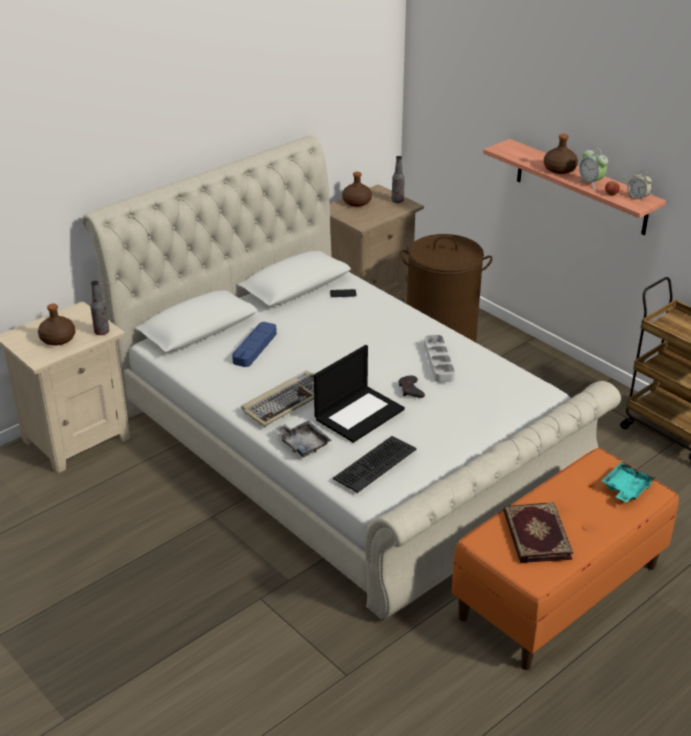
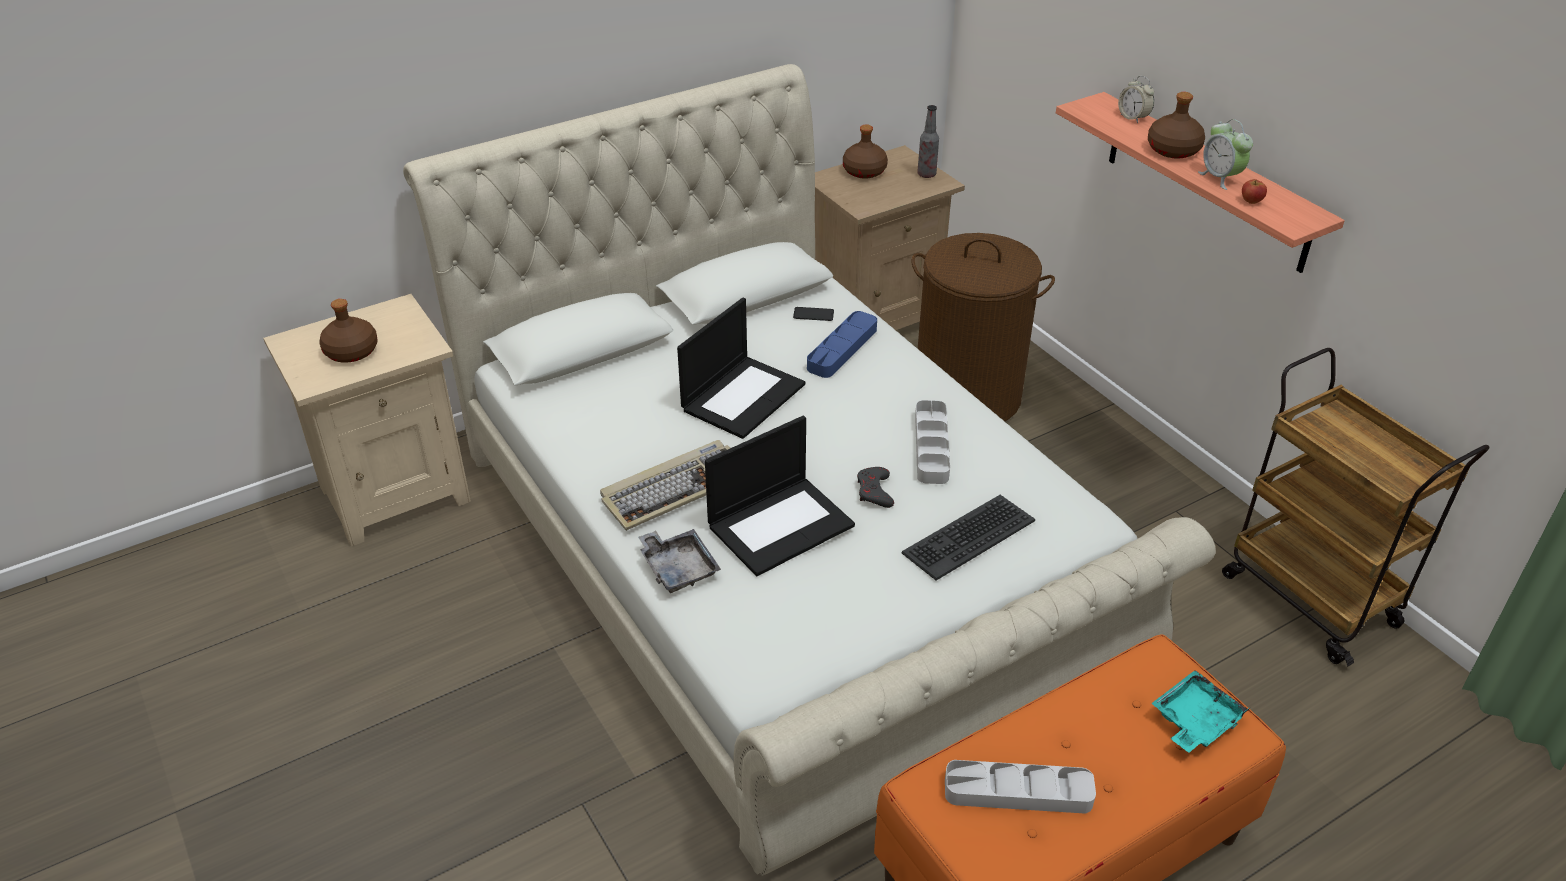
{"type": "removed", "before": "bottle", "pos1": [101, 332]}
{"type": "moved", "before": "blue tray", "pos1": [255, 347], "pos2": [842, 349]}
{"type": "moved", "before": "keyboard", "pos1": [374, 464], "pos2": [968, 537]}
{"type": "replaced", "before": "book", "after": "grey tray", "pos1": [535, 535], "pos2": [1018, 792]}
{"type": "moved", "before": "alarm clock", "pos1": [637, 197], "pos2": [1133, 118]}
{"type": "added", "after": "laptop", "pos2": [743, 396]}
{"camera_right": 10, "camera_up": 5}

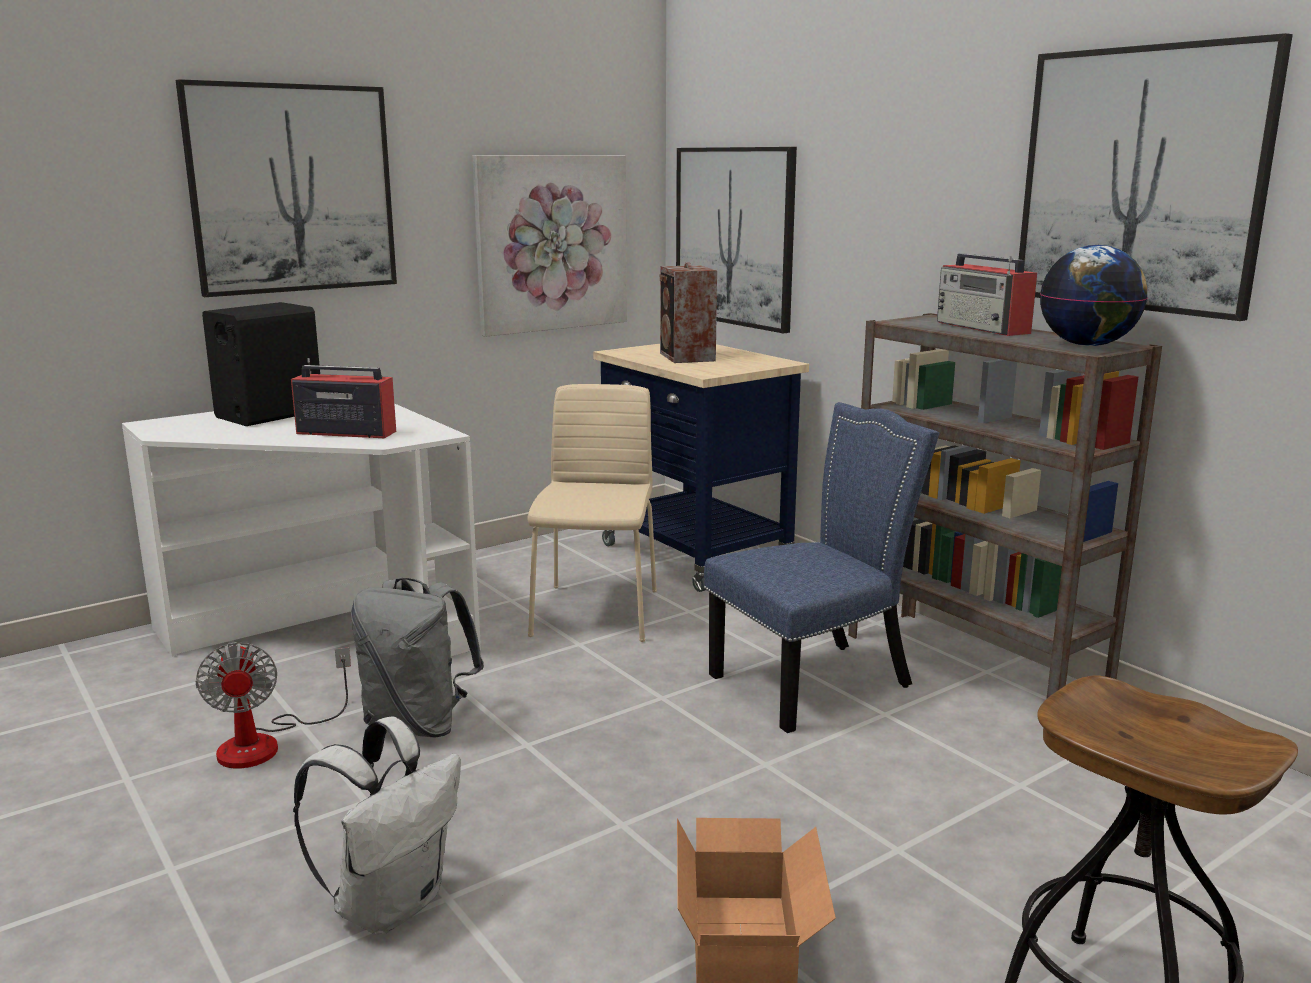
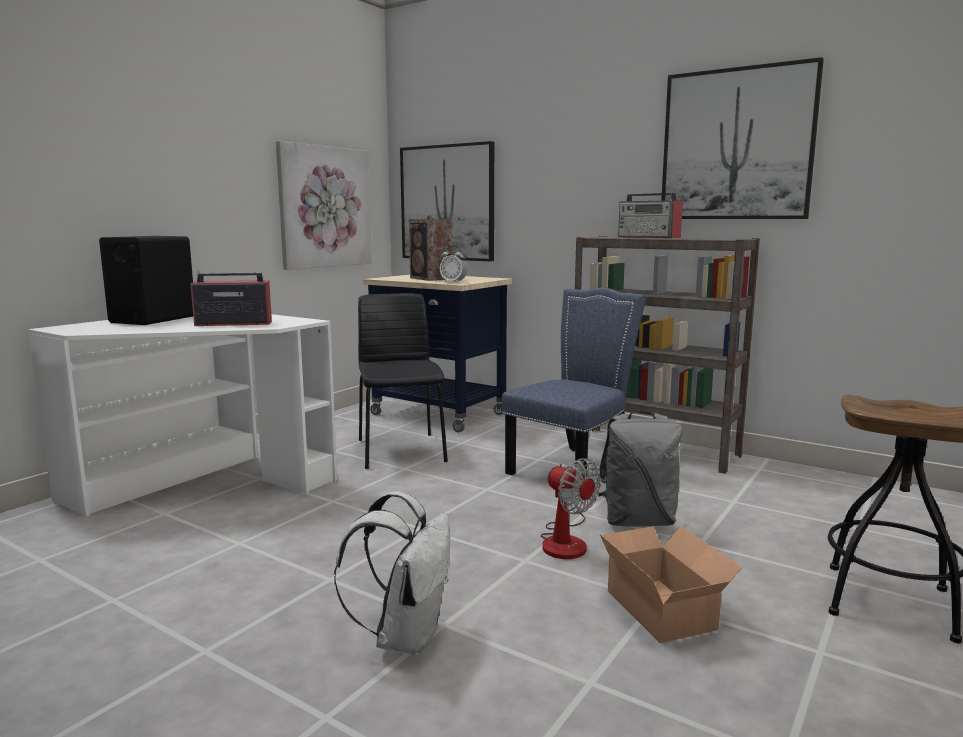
{"type": "removed", "before": "picture", "pos1": [292, 189]}
{"type": "moved", "before": "fan", "pos1": [266, 743], "pos2": [566, 541]}
{"type": "moved", "before": "grey backpack", "pos1": [418, 724], "pos2": [637, 521]}
{"type": "recoloured", "before": "beige chair", "after": "black chair", "pos1": [596, 610], "pos2": [400, 449]}
{"type": "removed", "before": "globe", "pos1": [1087, 345]}
{"type": "added", "after": "alarm clock", "pos2": [453, 283]}
{"camera_right": -20, "camera_up": -5}

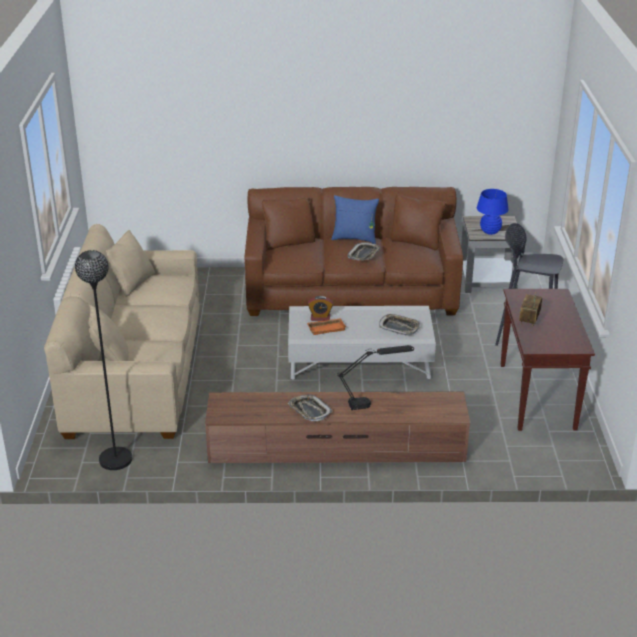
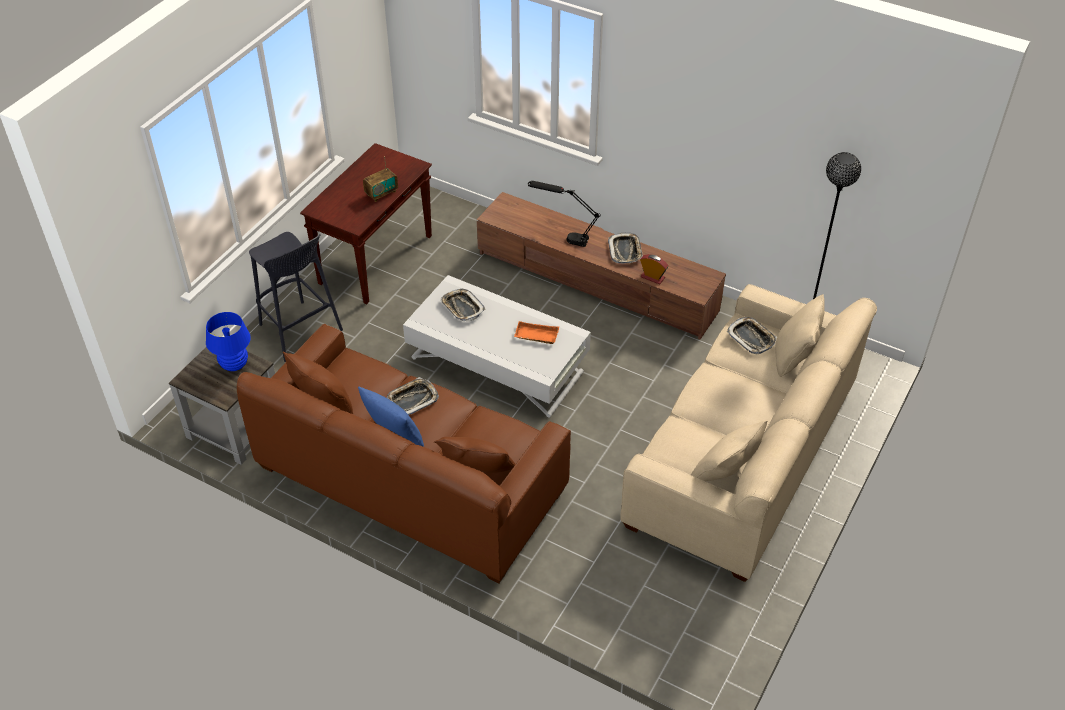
{"type": "moved", "before": "alarm clock", "pos1": [320, 318], "pos2": [652, 277]}
{"type": "added", "after": "tray", "pos2": [751, 338]}
{"camera_right": -150, "camera_up": 15}

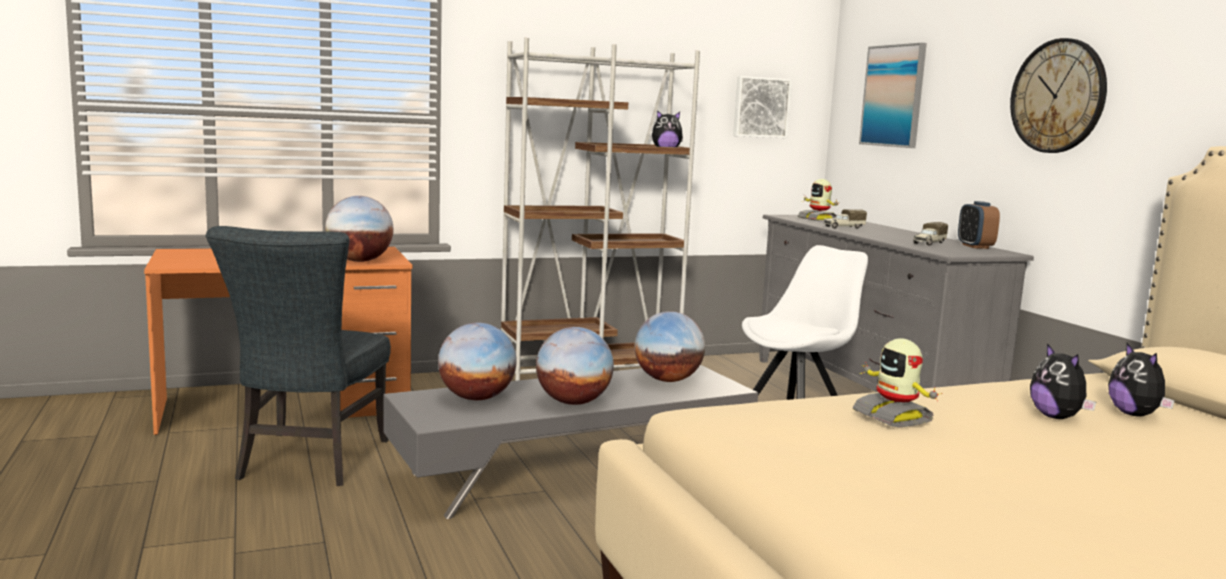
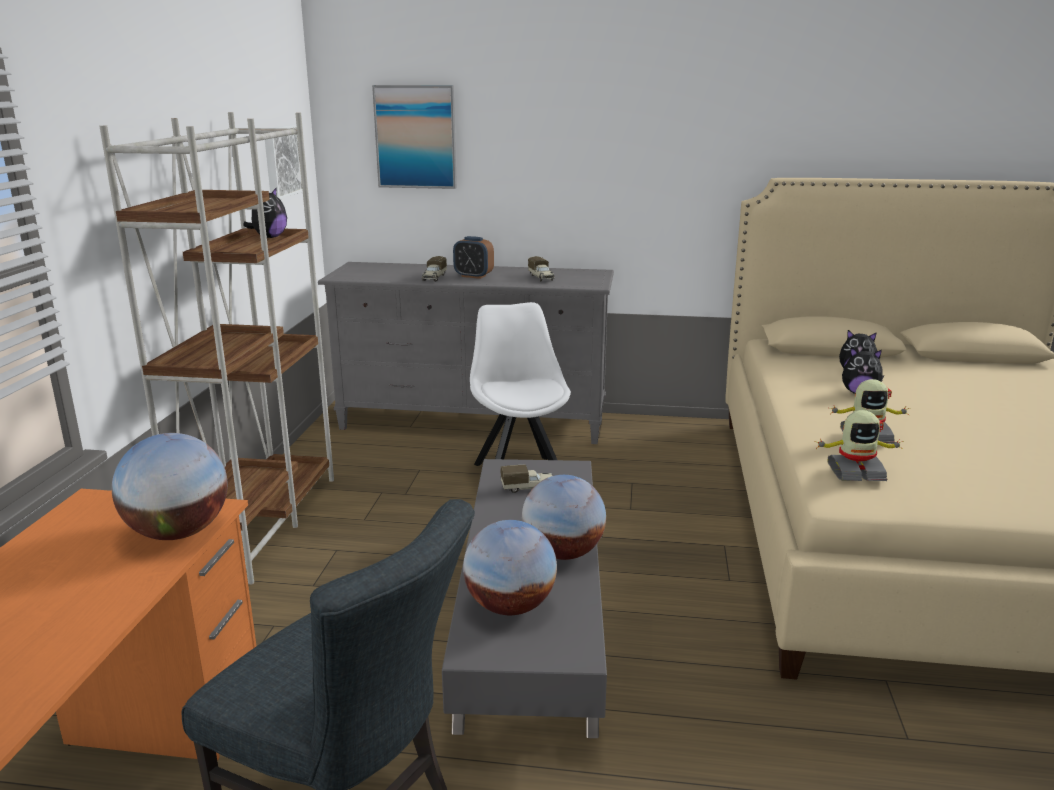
{"type": "replaced", "before": "globe", "after": "toy truck", "pos1": [667, 380], "pos2": [528, 487]}
{"type": "moved", "before": "toy robot", "pos1": [818, 219], "pos2": [855, 472]}
{"type": "moved", "before": "alarm clock", "pos1": [975, 246], "pos2": [473, 276]}
{"type": "removed", "before": "wall clock", "pos1": [1058, 96]}
{"camera_right": -60, "camera_up": 10}

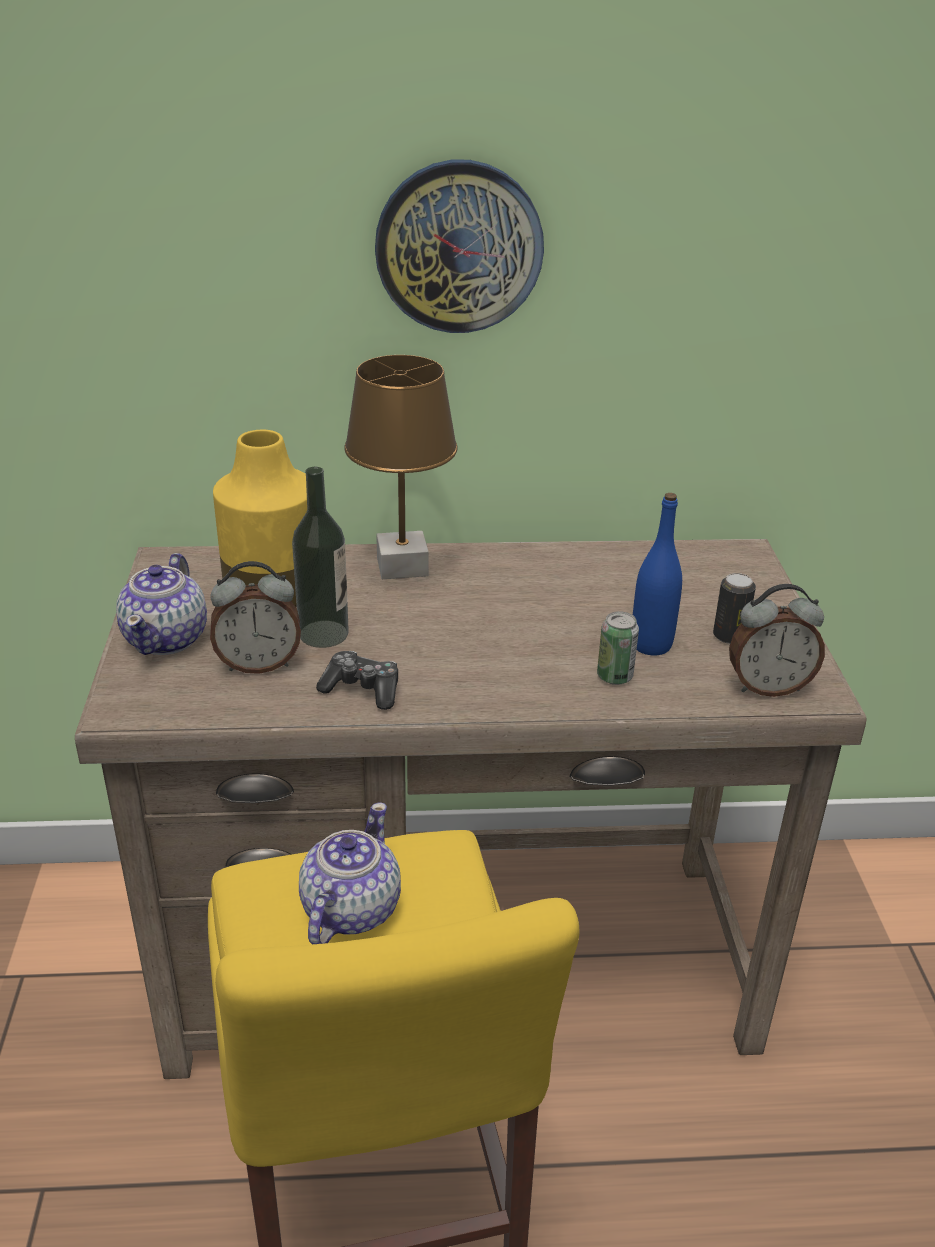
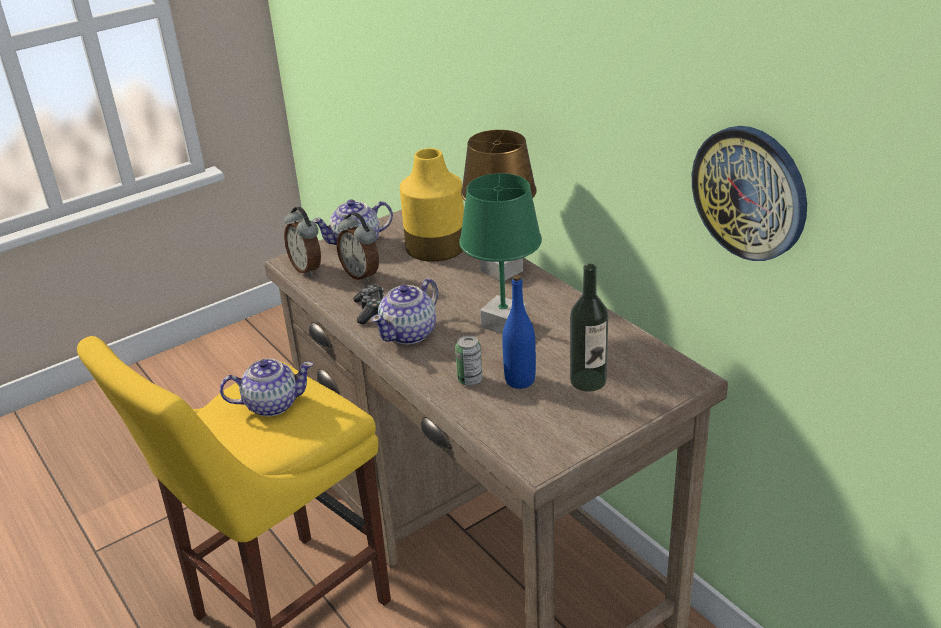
{"type": "moved", "before": "bottle", "pos1": [323, 634], "pos2": [588, 380]}
{"type": "moved", "before": "wall clock", "pos1": [459, 247], "pos2": [750, 193]}
{"type": "removed", "before": "can", "pos1": [729, 636]}
{"type": "moved", "before": "alarm clock", "pos1": [768, 687], "pos2": [307, 268]}
{"type": "added", "after": "teapot", "pos2": [409, 333]}
{"type": "added", "after": "green table lamp", "pos2": [504, 324]}
{"camera_right": 60, "camera_up": 0}

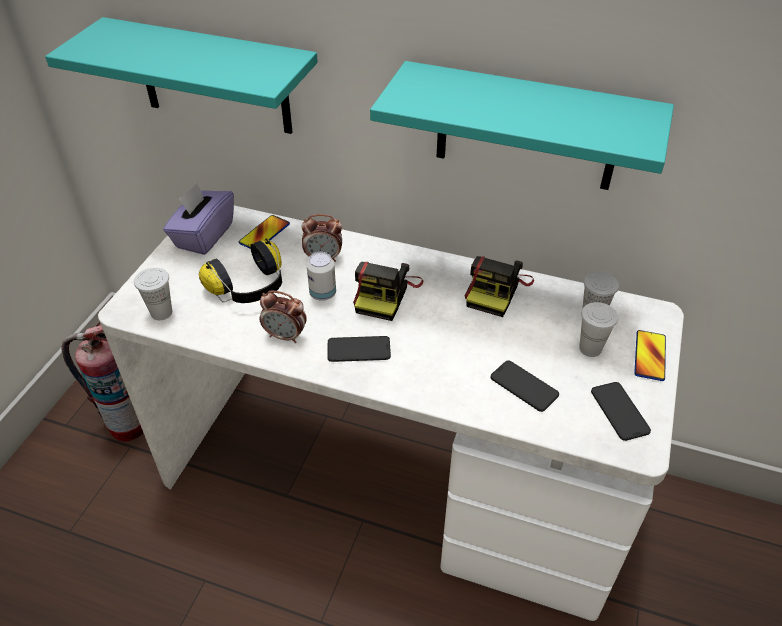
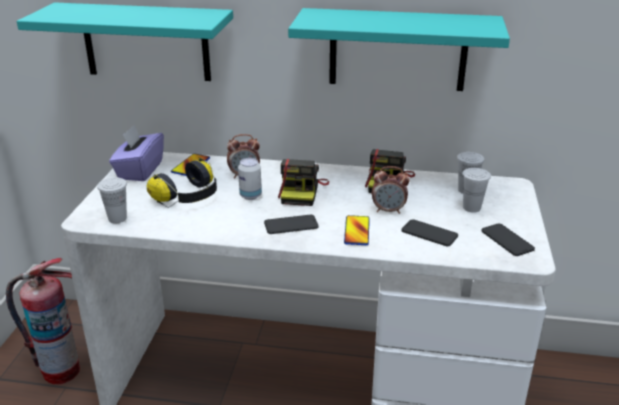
{"type": "moved", "before": "alarm clock", "pos1": [285, 336], "pos2": [388, 210]}
{"type": "moved", "before": "phone", "pos1": [650, 356], "pos2": [357, 231]}
{"camera_right": -10, "camera_up": -15}

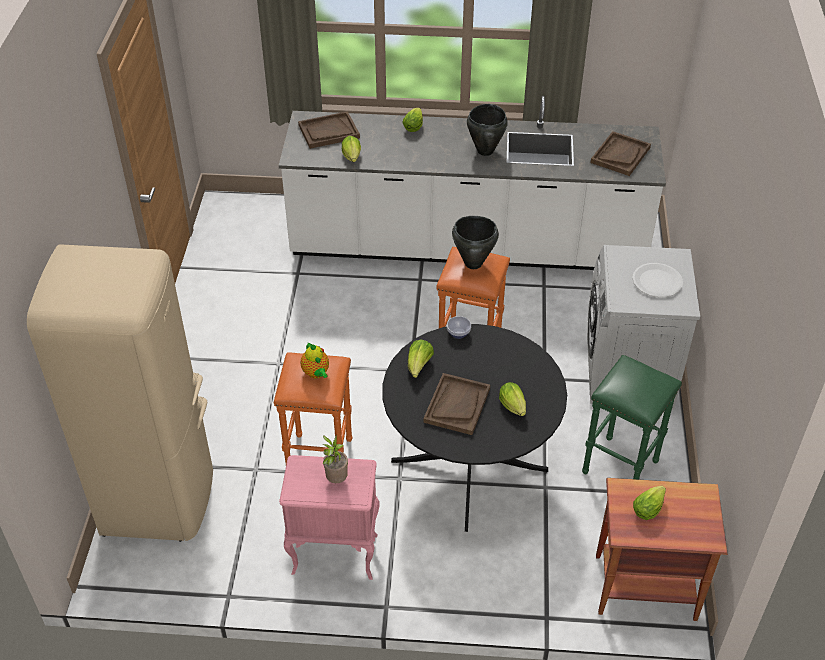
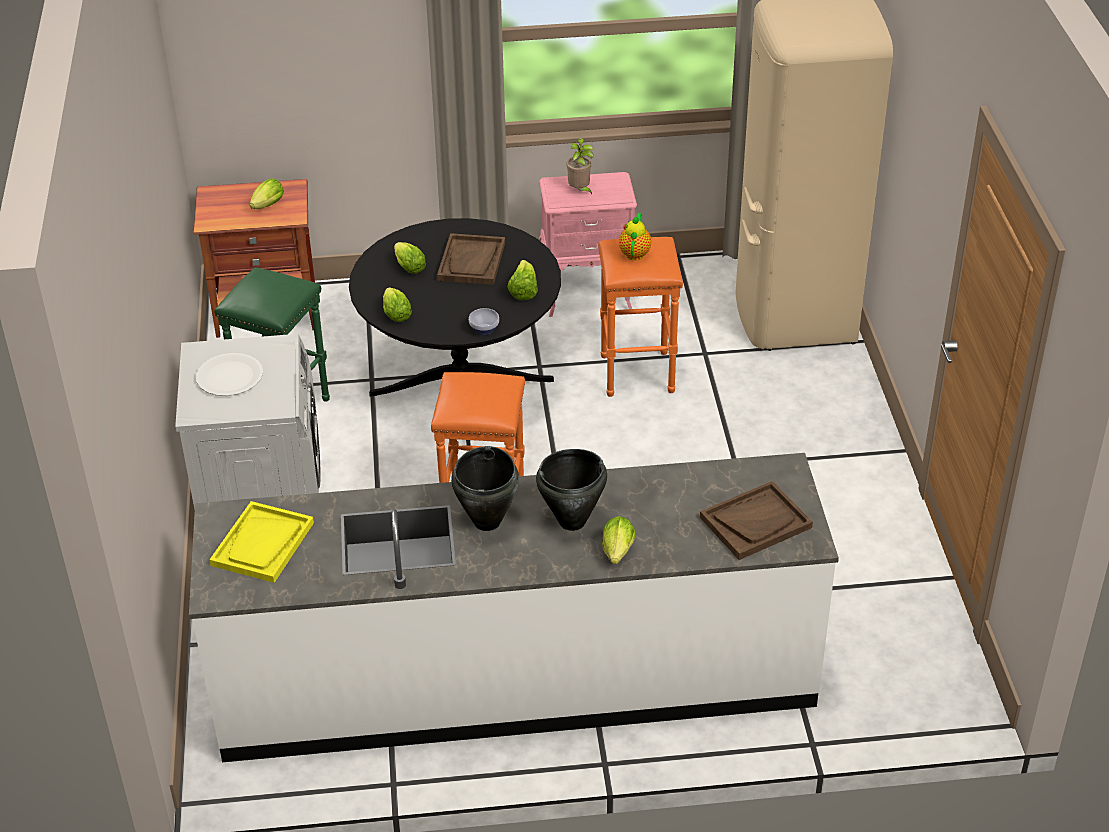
{"type": "turned", "before": "teapot", "pos1": [316, 373], "pos2": [635, 252], "turn": 45}
{"type": "moved", "before": "lettuce", "pos1": [352, 158], "pos2": [395, 313]}
{"type": "moved", "before": "black cooking pot", "pos1": [473, 263], "pos2": [572, 521]}
{"type": "recoloured", "before": "brown tray", "after": "yellow tray", "pos1": [620, 155], "pos2": [262, 544]}
{"camera_right": 170, "camera_up": -5}

